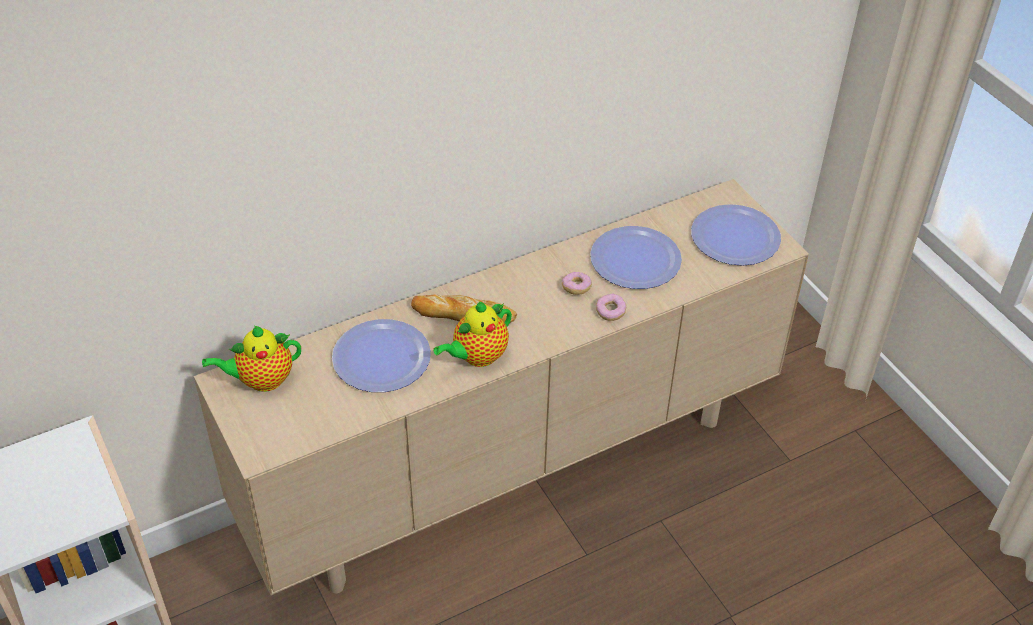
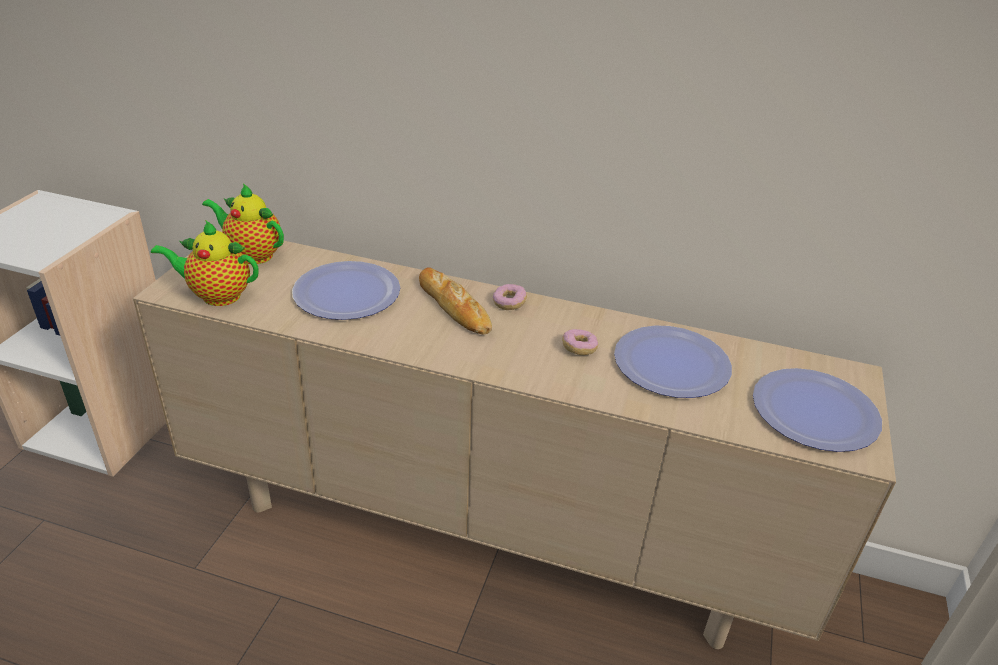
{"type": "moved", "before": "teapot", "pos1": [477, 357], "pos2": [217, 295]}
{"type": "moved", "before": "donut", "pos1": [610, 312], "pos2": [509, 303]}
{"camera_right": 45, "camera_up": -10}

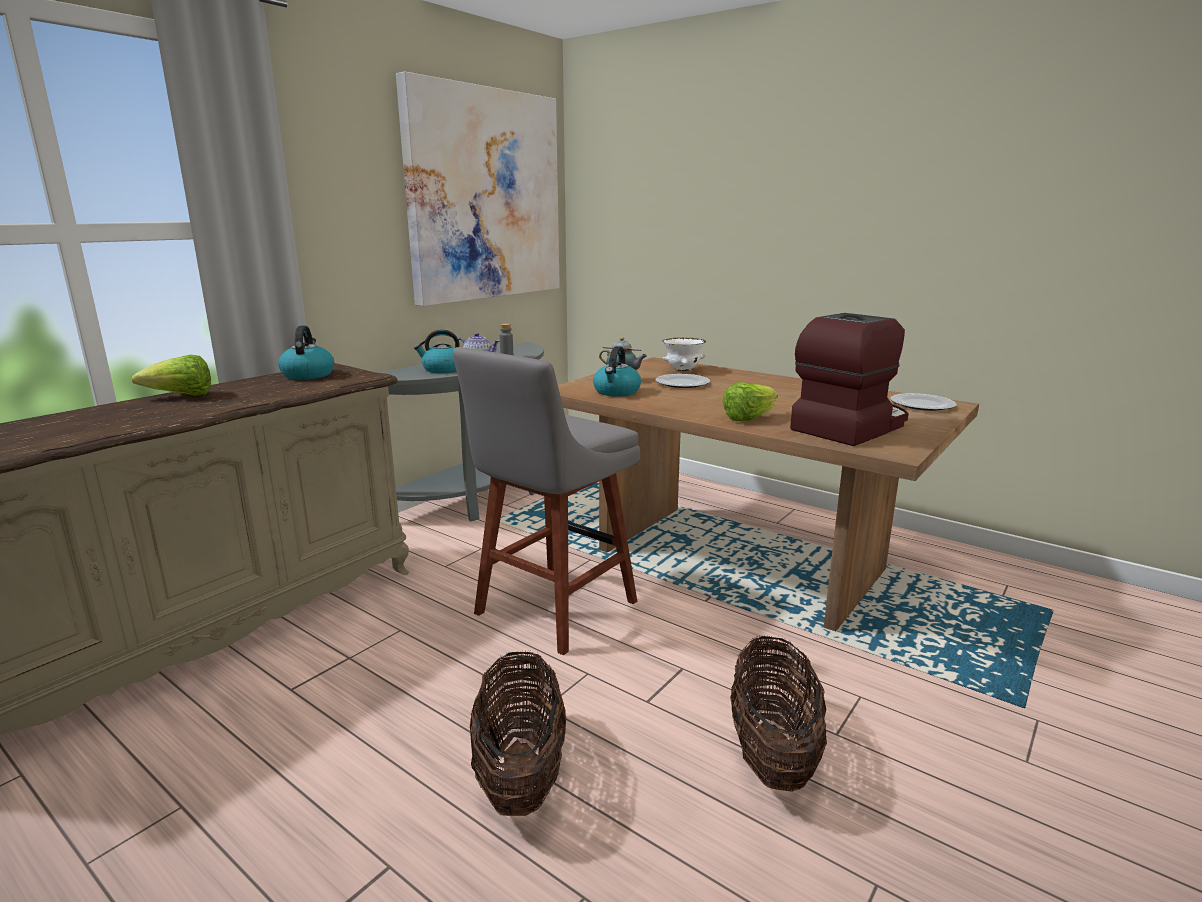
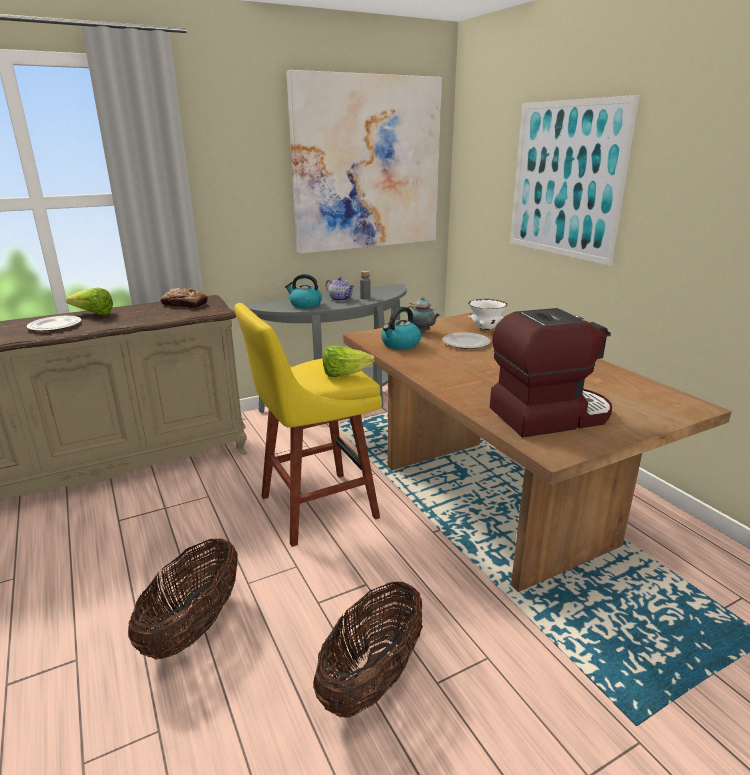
{"type": "replaced", "before": "kettle", "after": "bread", "pos1": [308, 374], "pos2": [184, 304]}
{"type": "recoloured", "before": "grey stool", "after": "yellow stool", "pos1": [553, 609], "pos2": [315, 507]}
{"type": "moved", "before": "lettuce", "pos1": [749, 418], "pos2": [344, 375]}
{"type": "moved", "before": "plate", "pos1": [921, 404], "pos2": [55, 325]}
{"type": "added", "after": "picture", "pos2": [565, 180]}
{"camera_right": 25, "camera_up": 5}

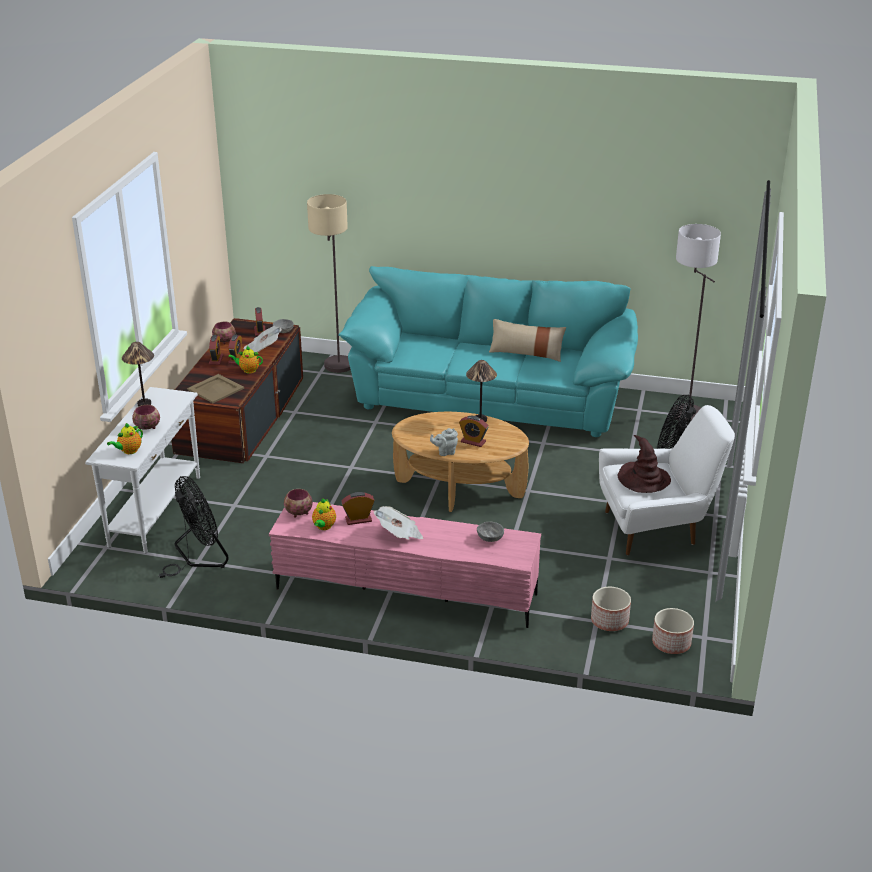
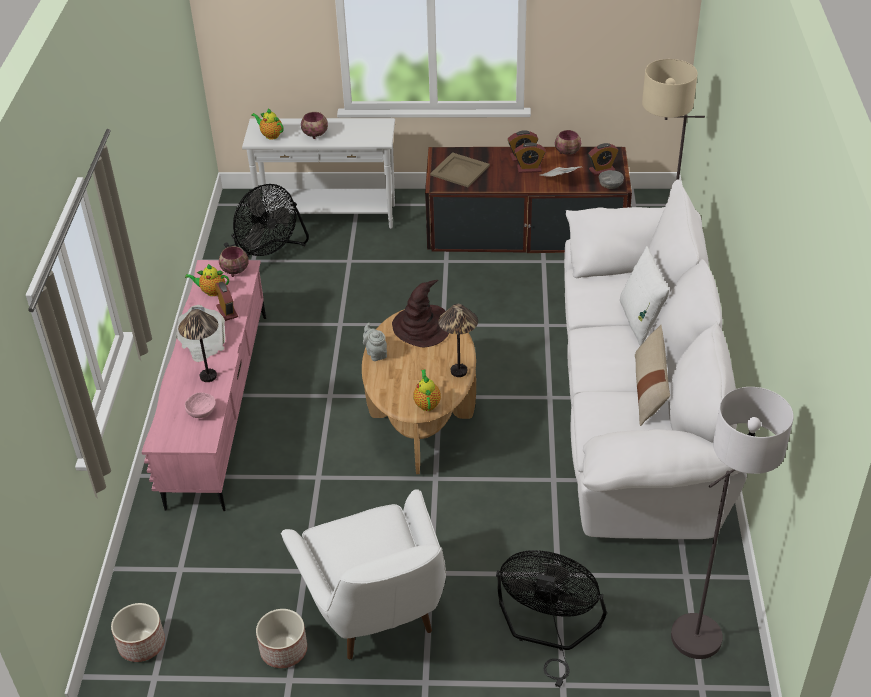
{"type": "moved", "before": "table lamp", "pos1": [144, 404], "pos2": [208, 376]}
{"type": "moved", "before": "teapot", "pos1": [248, 370], "pos2": [427, 403]}
{"type": "recoloured", "before": "turquoise sofa", "after": "white sofa", "pos1": [490, 403], "pos2": [635, 415]}
{"type": "removed", "before": "alarm clock", "pos1": [473, 442]}
{"type": "recoloured", "before": "grey bowl", "after": "pink bowl", "pos1": [490, 538], "pos2": [201, 412]}
{"type": "moved", "before": "planter", "pos1": [609, 621], "pos2": [283, 650]}
{"type": "moved", "before": "brown hat", "pos1": [643, 479], "pos2": [422, 327]}
{"type": "added", "after": "white pillow", "pos2": [640, 321]}
{"camera_right": 80, "camera_up": 10}

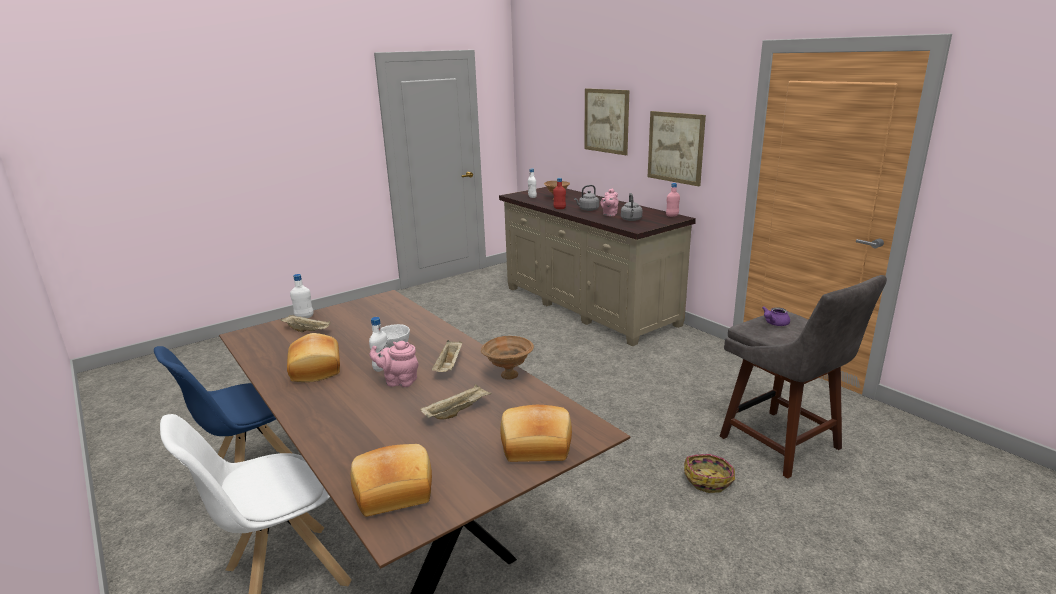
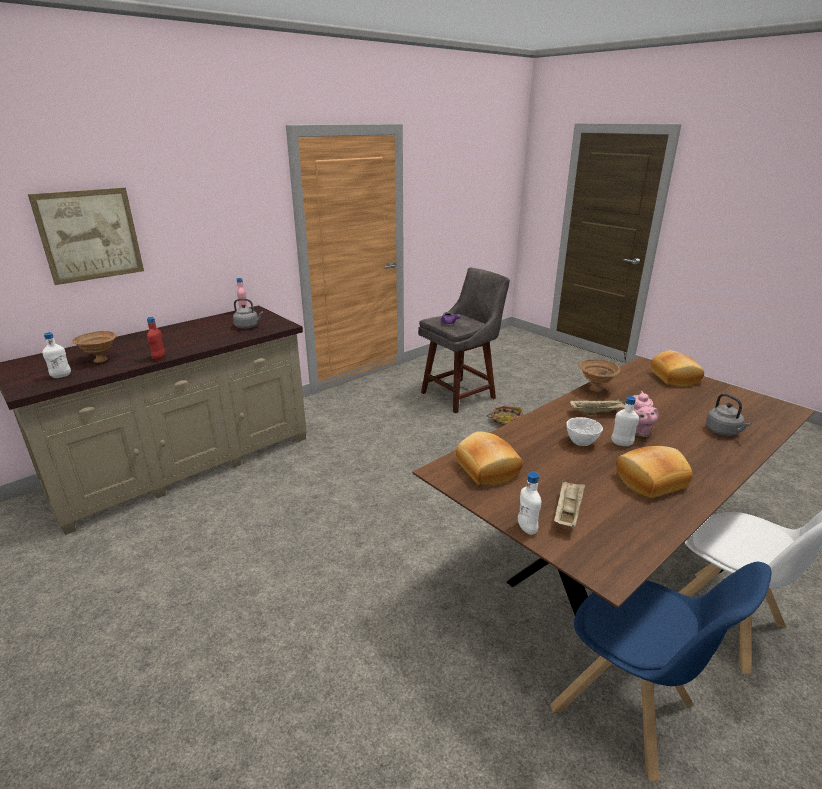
{"type": "moved", "before": "bread", "pos1": [393, 490], "pos2": [486, 470]}
{"type": "removed", "before": "beige tray", "pos1": [457, 412]}
{"type": "moved", "before": "grey kettle", "pos1": [587, 210], "pos2": [723, 431]}
{"type": "removed", "before": "pink teapot", "pos1": [609, 214]}
{"type": "removed", "before": "picture", "pos1": [675, 147]}
{"camera_right": -95, "camera_up": 5}

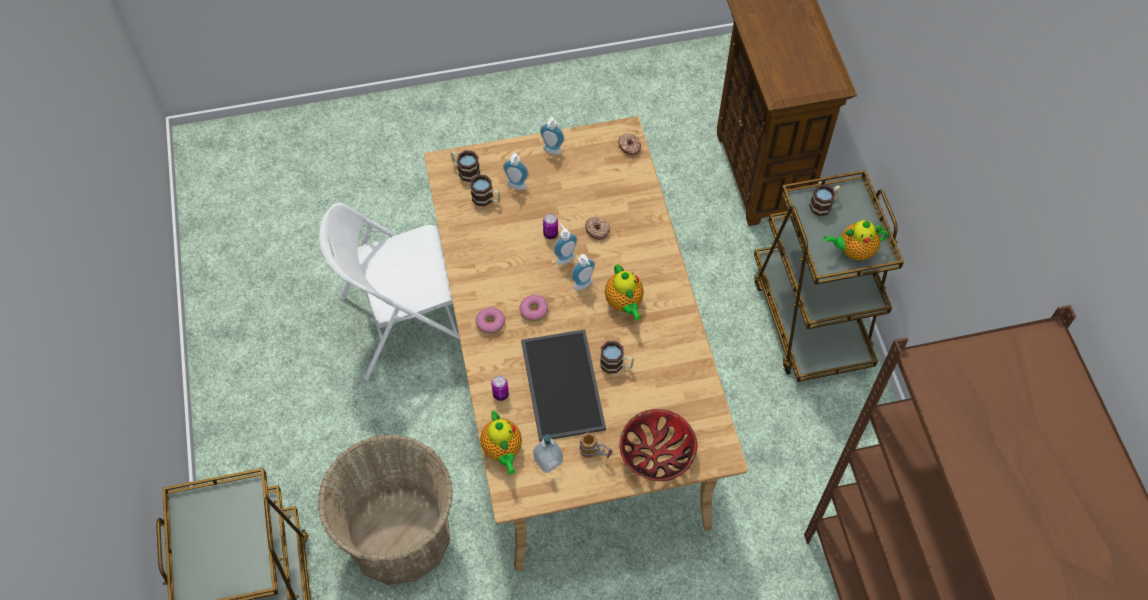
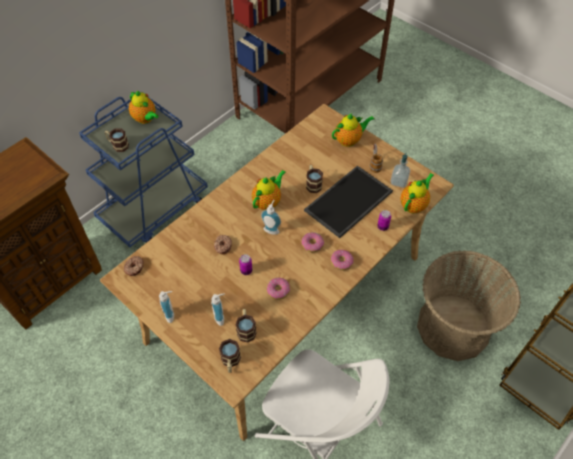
{"type": "removed", "before": "soap dispenser", "pos1": [564, 257]}
{"type": "replaced", "before": "bowl", "after": "teapot", "pos1": [656, 453], "pos2": [349, 140]}
{"type": "recoloured", "before": "brown cart", "after": "blue cart", "pos1": [810, 318], "pos2": [154, 208]}
{"type": "added", "after": "donut", "pos2": [278, 290]}
{"camera_right": -125, "camera_up": -5}

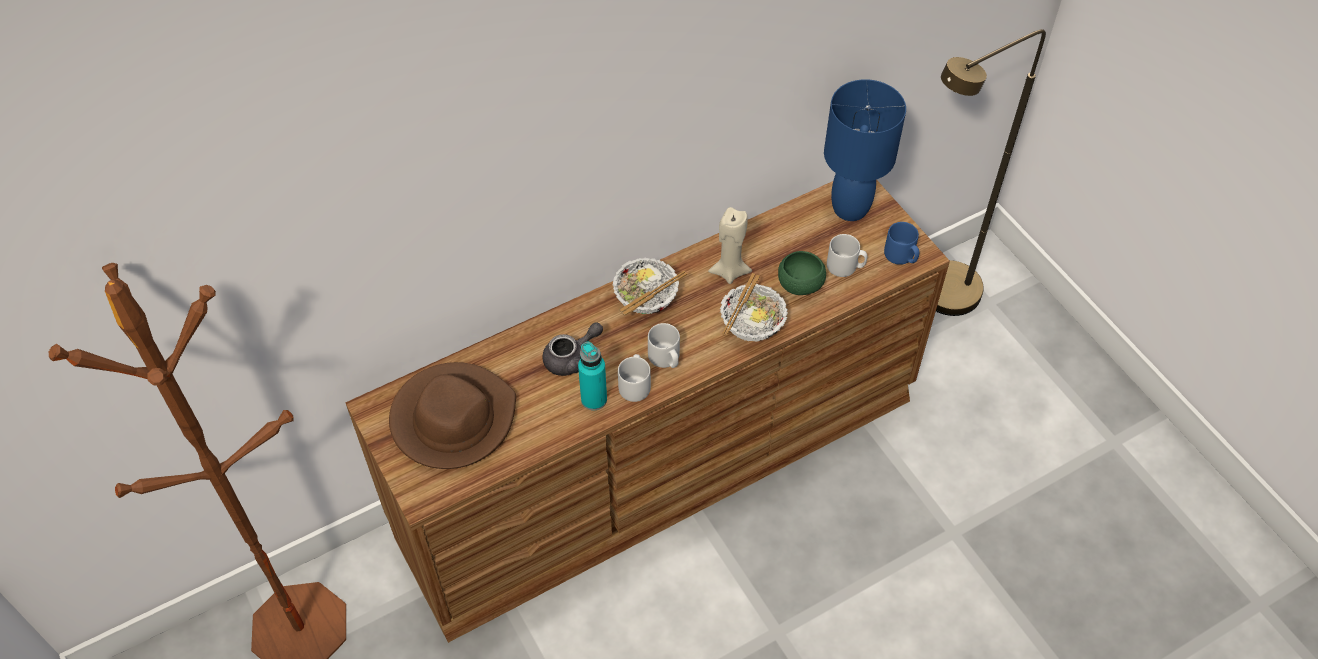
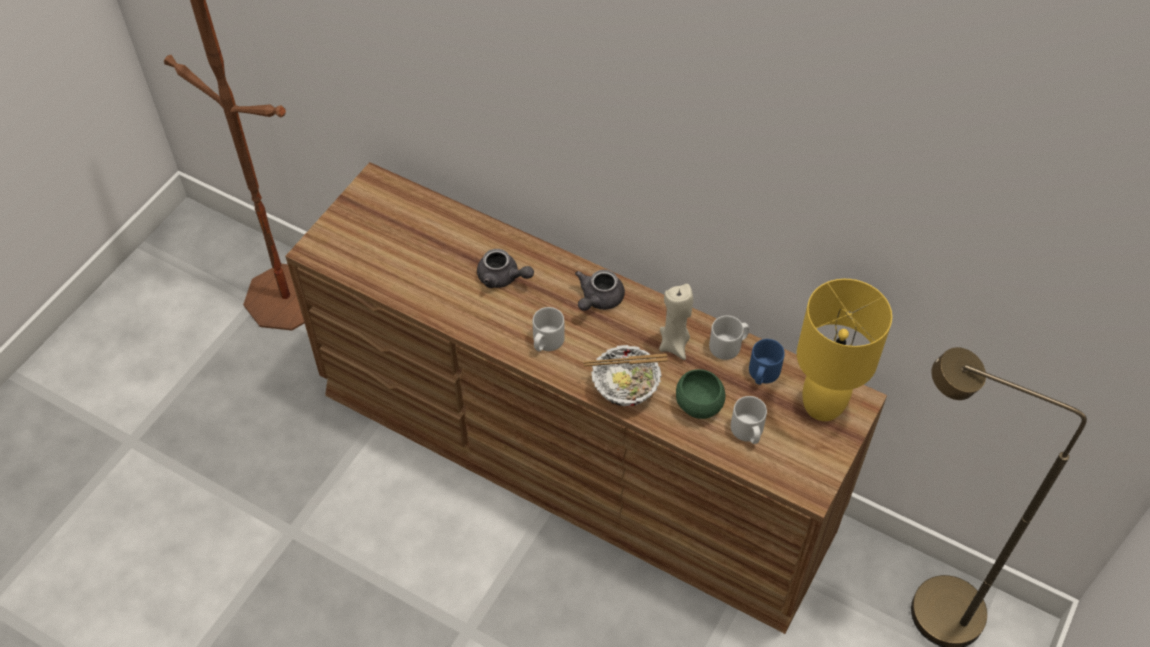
{"type": "removed", "before": "brown hat", "pos1": [453, 419]}
{"type": "removed", "before": "turquoise bottle", "pos1": [594, 399]}
{"type": "replaced", "before": "bowl", "after": "grey teapot", "pos1": [646, 300], "pos2": [598, 299]}
{"type": "moved", "before": "grey mug", "pos1": [635, 385], "pos2": [728, 346]}
{"type": "recoloured", "before": "blue table lamp", "after": "yellow table lamp", "pos1": [850, 208], "pos2": [823, 405]}
{"type": "moved", "before": "blue mug", "pos1": [901, 256], "pos2": [762, 374]}
{"camera_right": 60, "camera_up": 0}

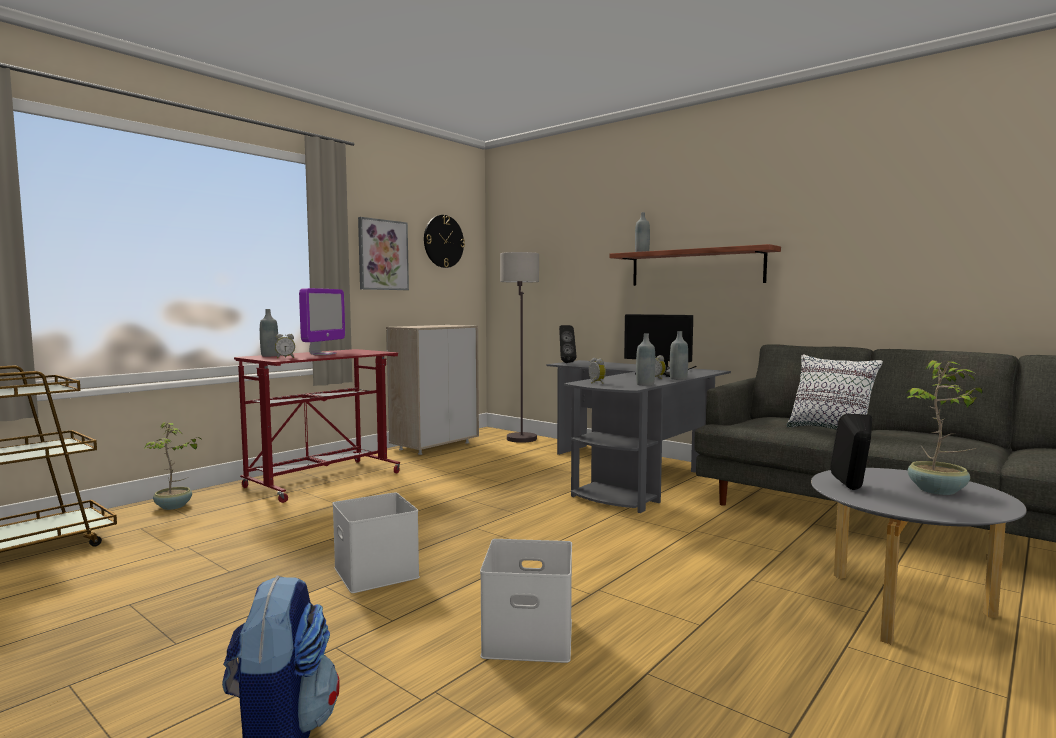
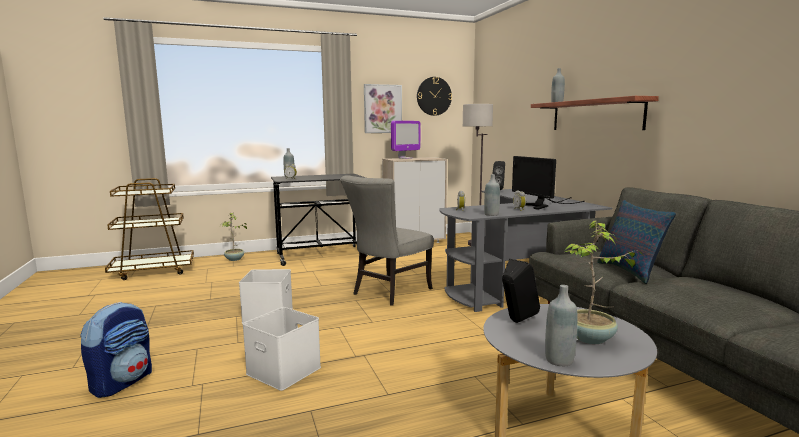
{"type": "recoloured", "before": "red desk", "after": "black desk", "pos1": [324, 479], "pos2": [321, 255]}
{"type": "moved", "before": "monitor", "pos1": [322, 354], "pos2": [405, 158]}
{"type": "moved", "before": "grey bottle", "pos1": [678, 379], "pos2": [559, 360]}
{"type": "recoloured", "before": "white pillow", "after": "blue pillow", "pos1": [830, 431], "pos2": [629, 272]}
{"type": "added", "after": "grey chair", "pos2": [388, 292]}
{"camera_right": 30, "camera_up": 5}

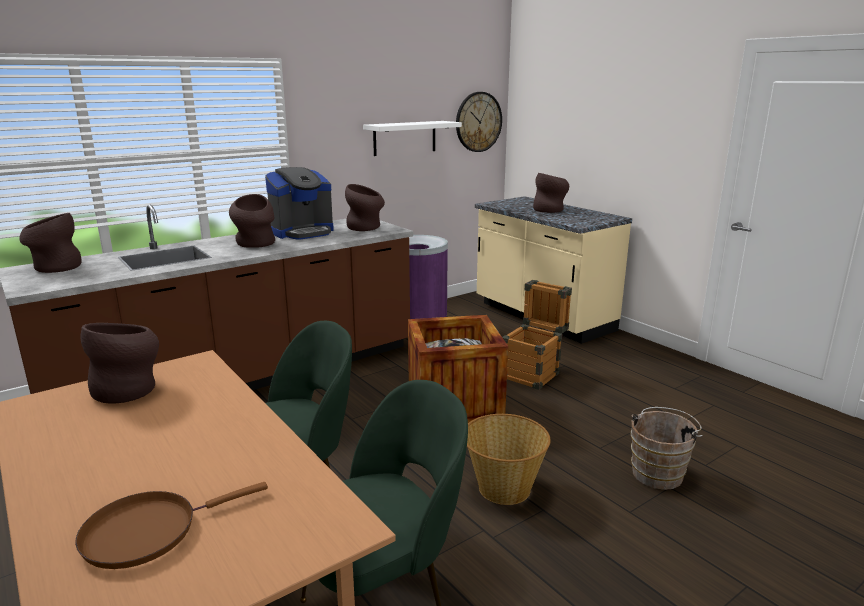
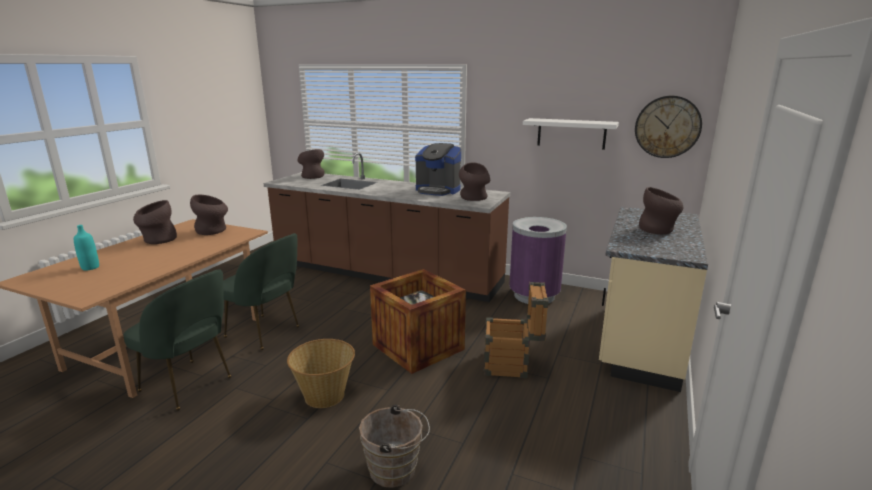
{"type": "replaced", "before": "brown frying pan", "after": "turquoise bottle", "pos1": [147, 531], "pos2": [90, 267]}
{"type": "moved", "before": "brown vase", "pos1": [255, 244], "pos2": [157, 240]}
{"camera_right": 60, "camera_up": 0}

